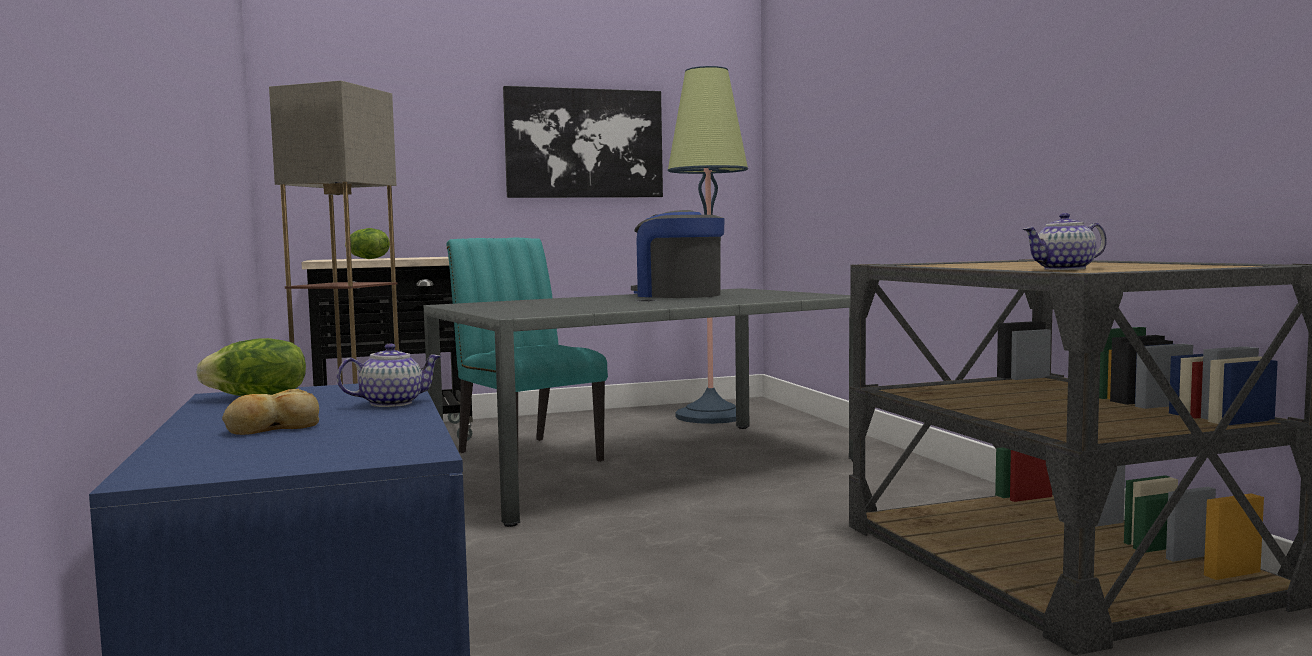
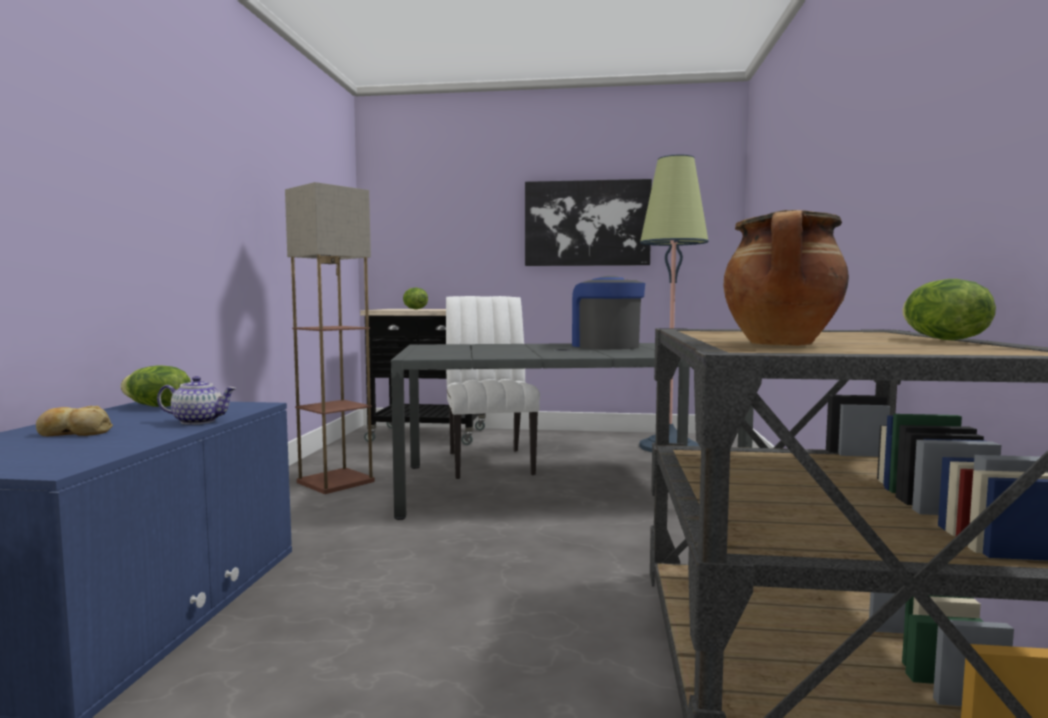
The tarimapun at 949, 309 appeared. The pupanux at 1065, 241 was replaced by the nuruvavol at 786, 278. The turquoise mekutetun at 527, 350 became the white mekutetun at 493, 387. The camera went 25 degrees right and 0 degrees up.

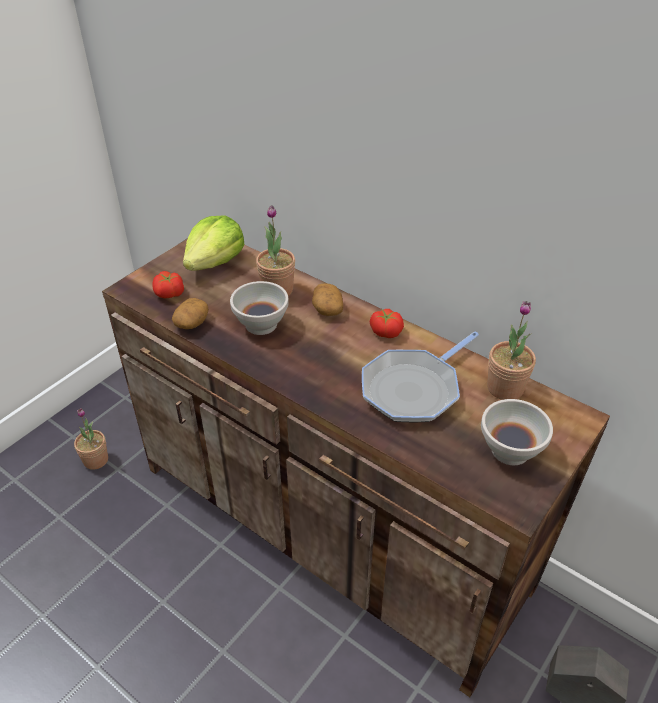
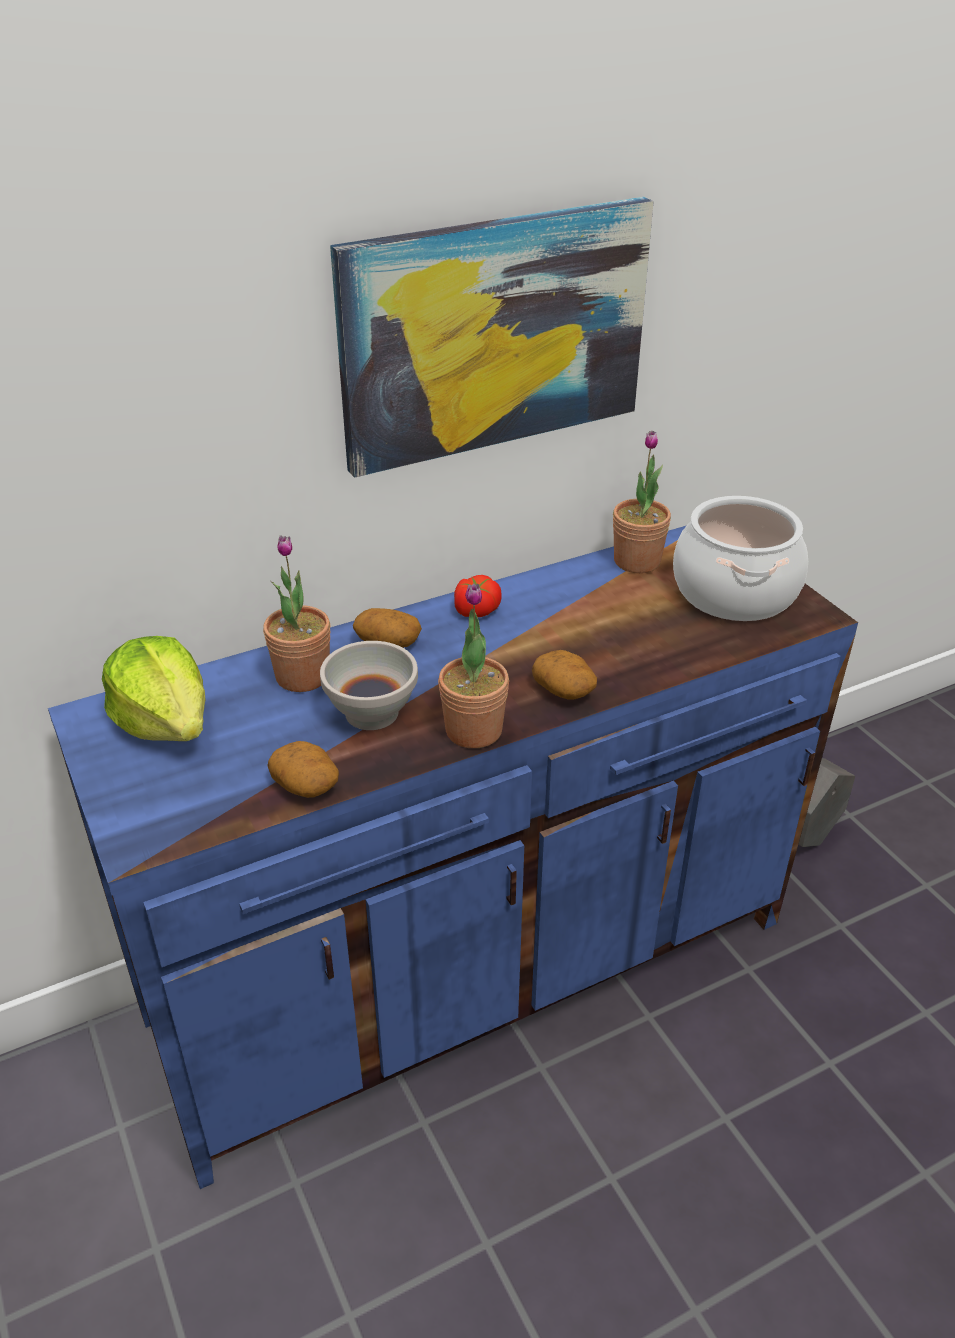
The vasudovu at 168, 284 disappeared. The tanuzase at 420, 377 disappeared. The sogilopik at 491, 337 appeared. The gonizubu at 564, 675 appeared. The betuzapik moved from 91, 439 to 473, 666. The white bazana at 517, 432 was replaced by the nuruvavol at 740, 558. The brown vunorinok at 356, 467 became the blue vunorinok at 453, 857. The camera went 65 degrees left and 5 degrees down.

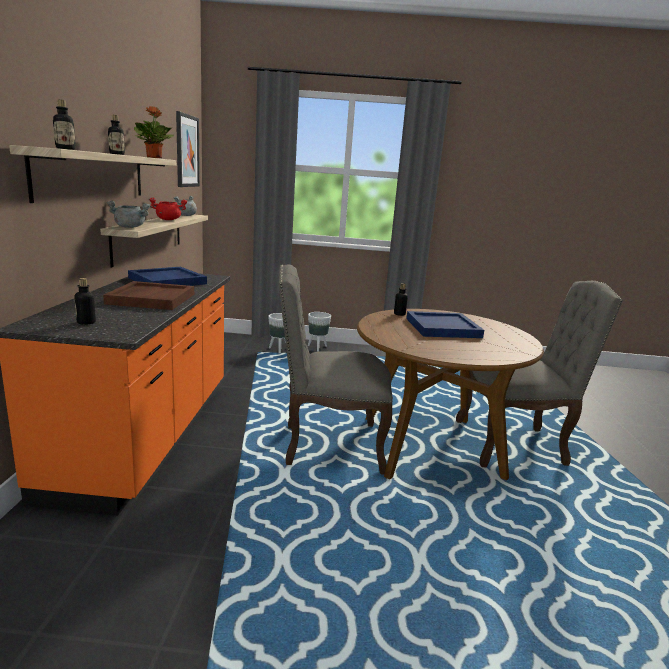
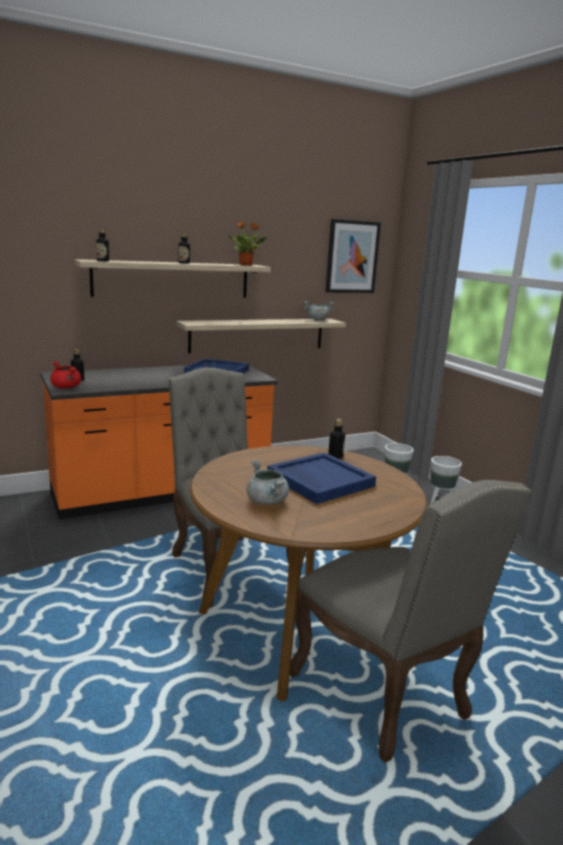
The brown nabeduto at 148, 295 disappeared. The grey nuruvavol moved from 129, 214 to 268, 482. The red nuruvavol moved from 168, 208 to 65, 375. The camera went 60 degrees right and 0 degrees up.

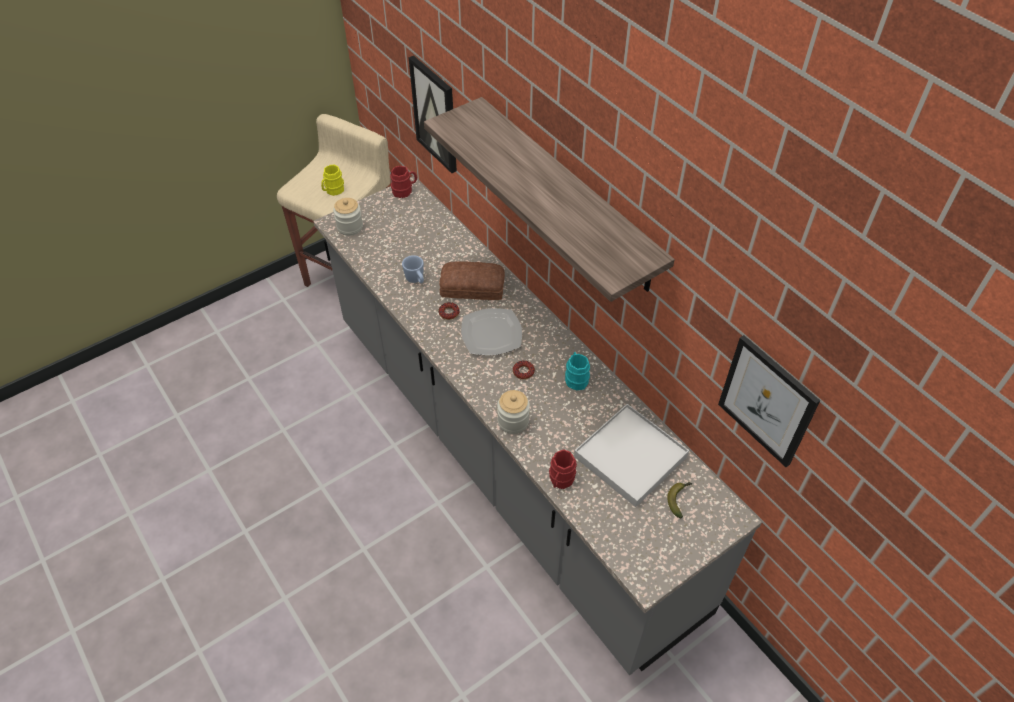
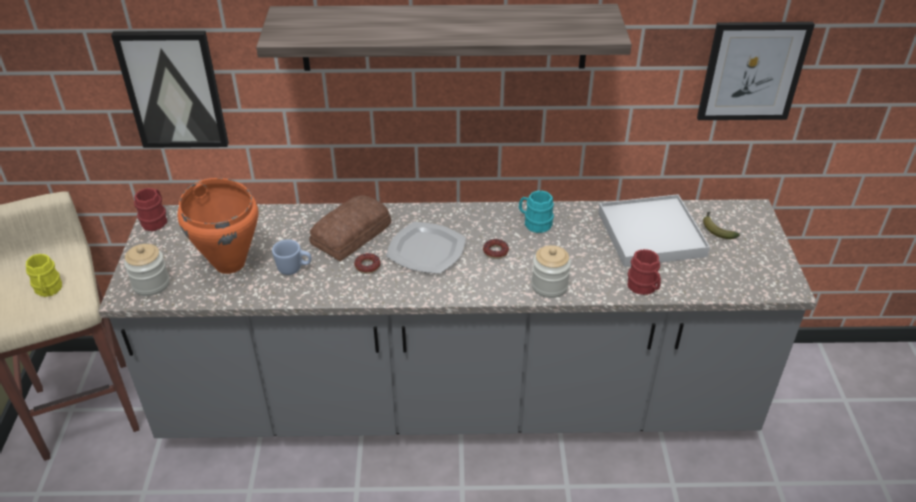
The orange nuruvavol at 218, 226 appeared. The camera went 55 degrees left and 10 degrees down.

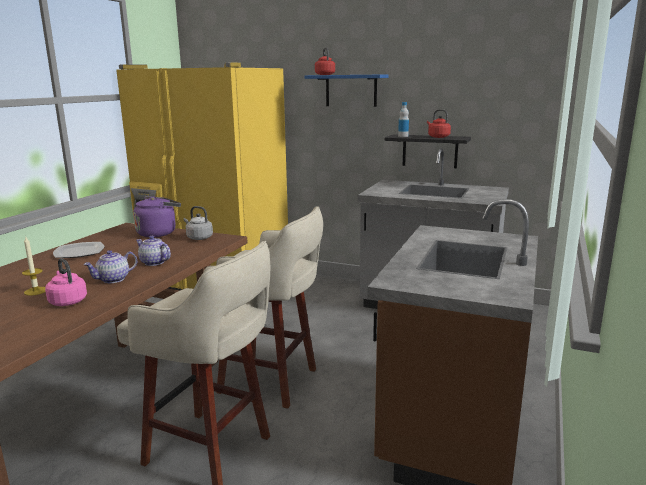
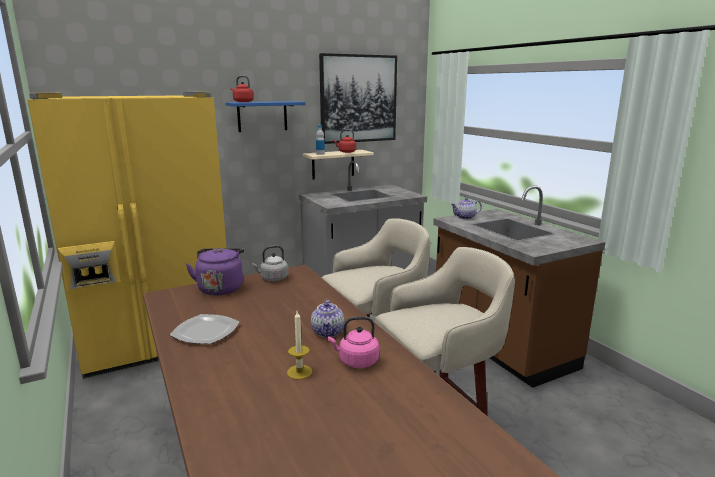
The sogilopik at 358, 98 appeared. The pupanux moved from 153, 251 to 466, 208. The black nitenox at 428, 151 became the beige nitenox at 338, 164. The camera went 50 degrees left and 0 degrees up.

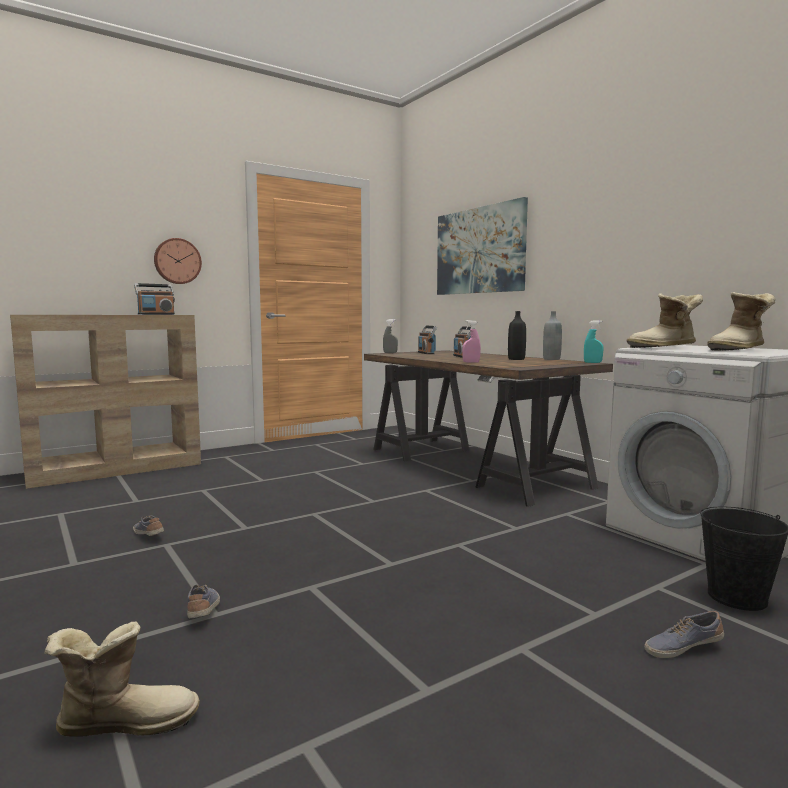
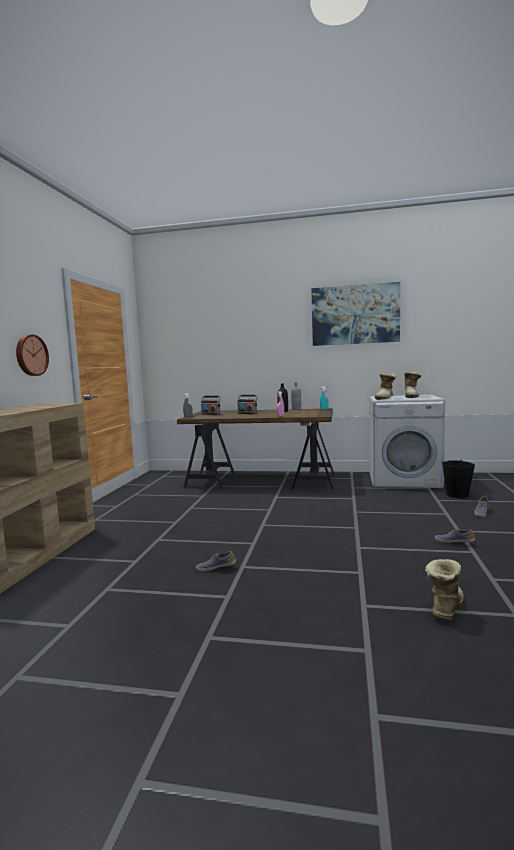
The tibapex at 154, 299 disappeared. The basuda moved from 203, 601 to 454, 536. The sogilopik moved from 482, 246 to 355, 314. The camera went 45 degrees left and 0 degrees up.

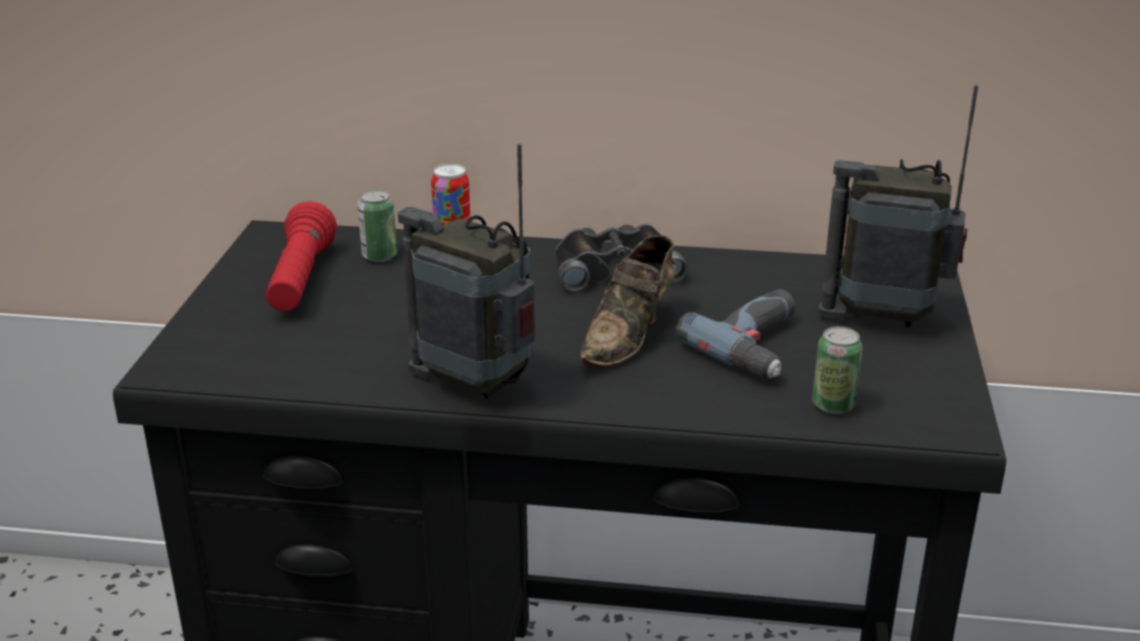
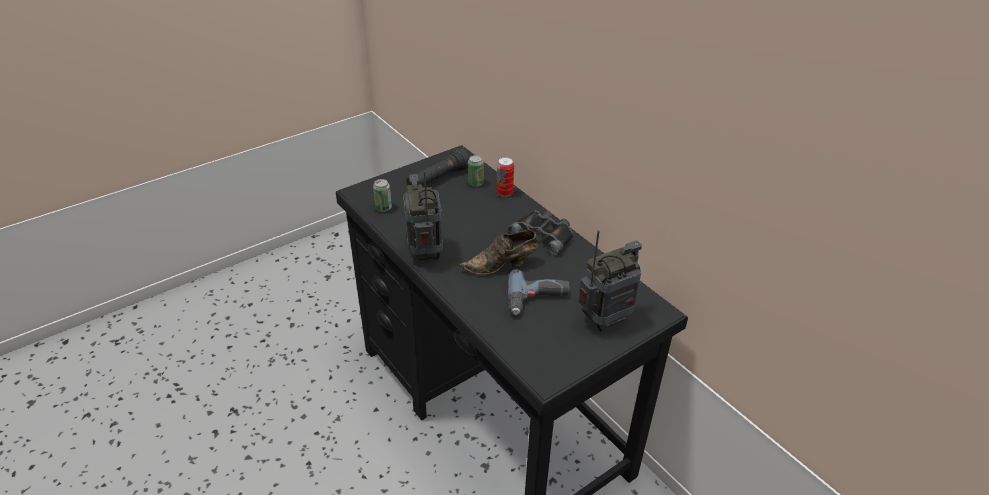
The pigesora moved from 837, 370 to 382, 195. The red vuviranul at 301, 256 became the black vuviranul at 437, 167. The tibapex at 898, 206 turned 90 degrees clockwise. The camera went 45 degrees right and 10 degrees up.

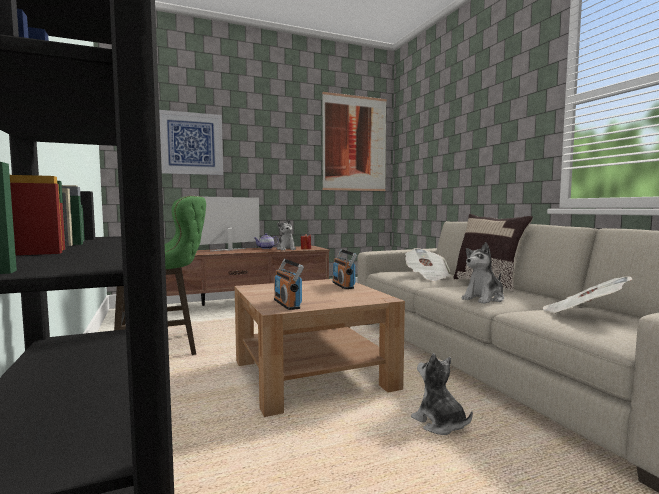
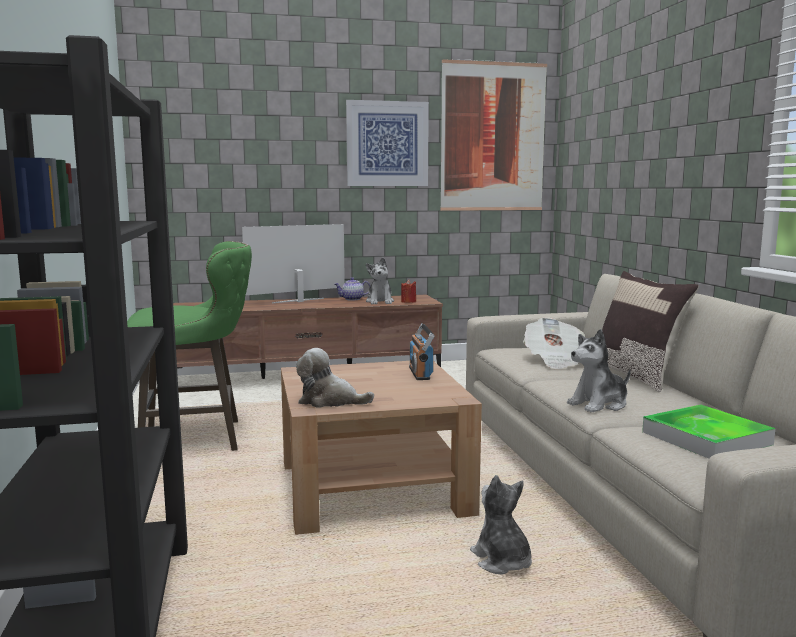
The sogilopik moved from 191, 142 to 387, 143. The tibapex at 289, 284 was replaced by the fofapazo at 335, 378. The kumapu at 587, 294 was replaced by the nabeduto at 708, 431. The camera went 10 degrees right and 5 degrees up.

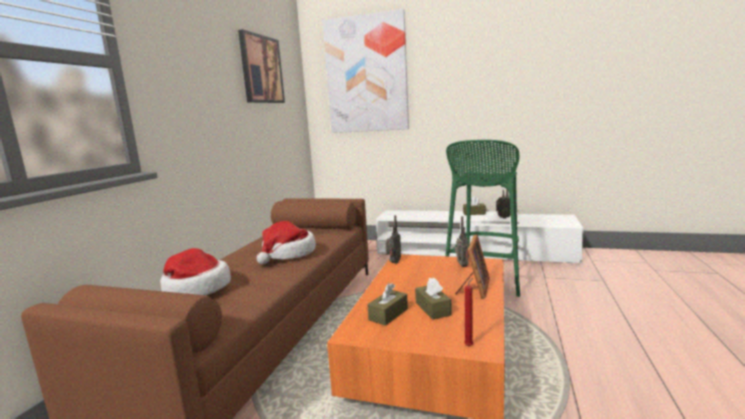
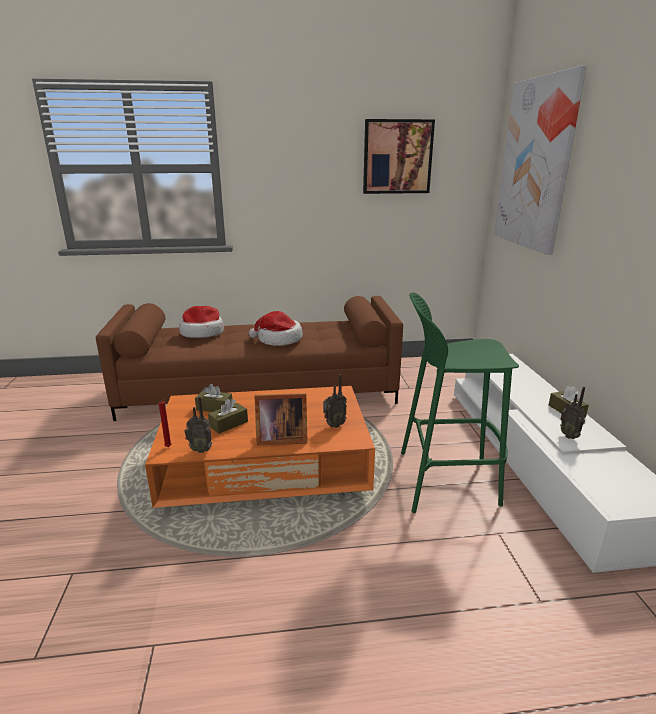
The tibapex moved from 393, 239 to 198, 425. The camera went 65 degrees right and 10 degrees up.

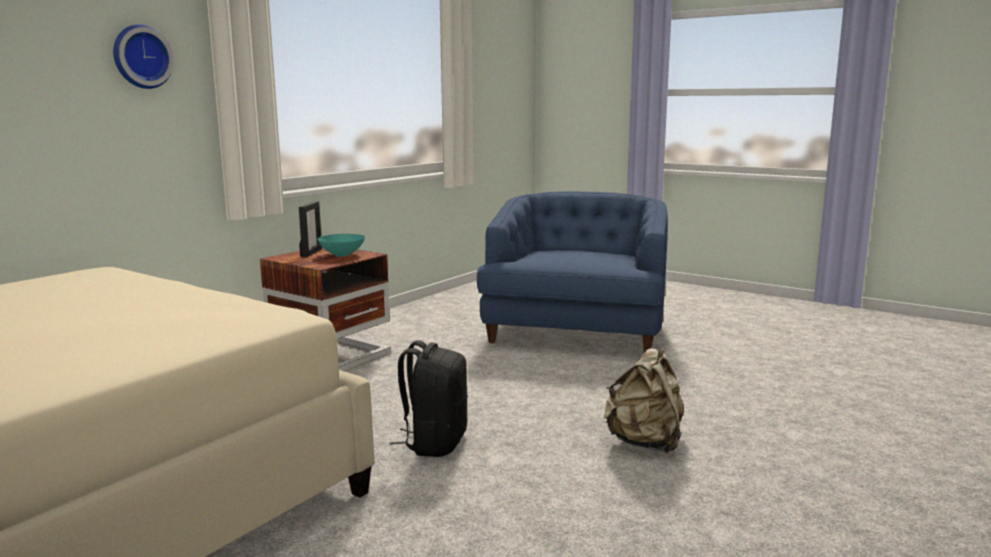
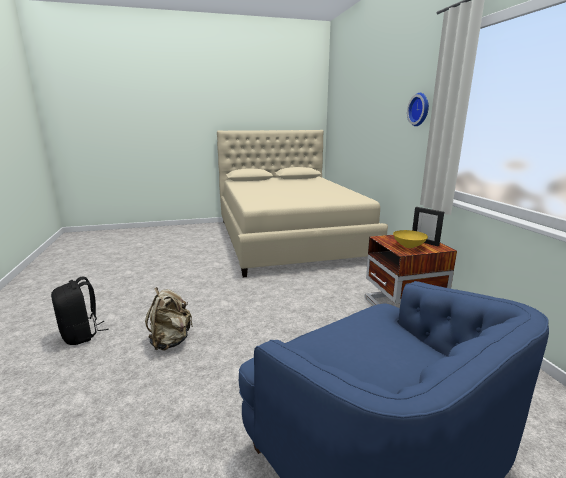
The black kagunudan moved from 428, 399 to 80, 311. The turquoise bazana at 341, 245 became the yellow bazana at 410, 239. The camera went 130 degrees right and 5 degrees up.

